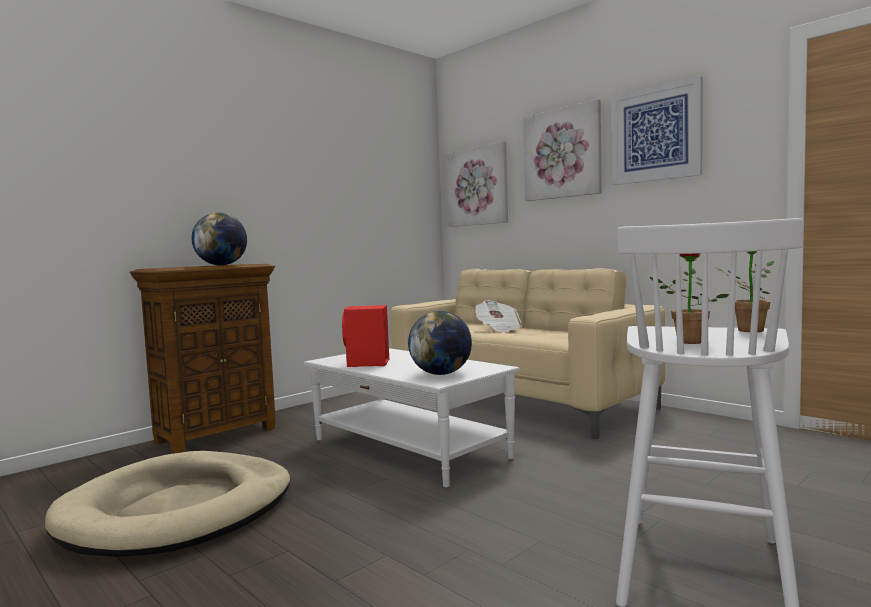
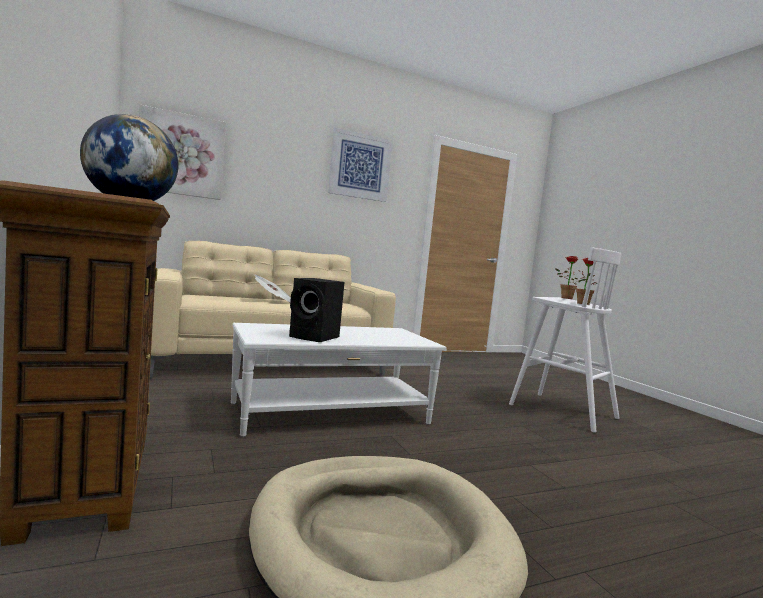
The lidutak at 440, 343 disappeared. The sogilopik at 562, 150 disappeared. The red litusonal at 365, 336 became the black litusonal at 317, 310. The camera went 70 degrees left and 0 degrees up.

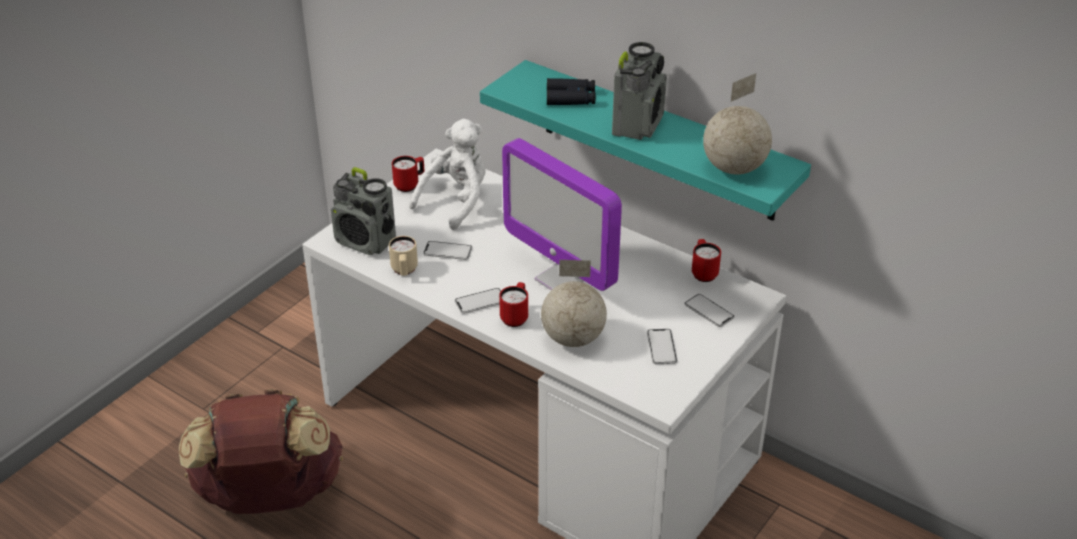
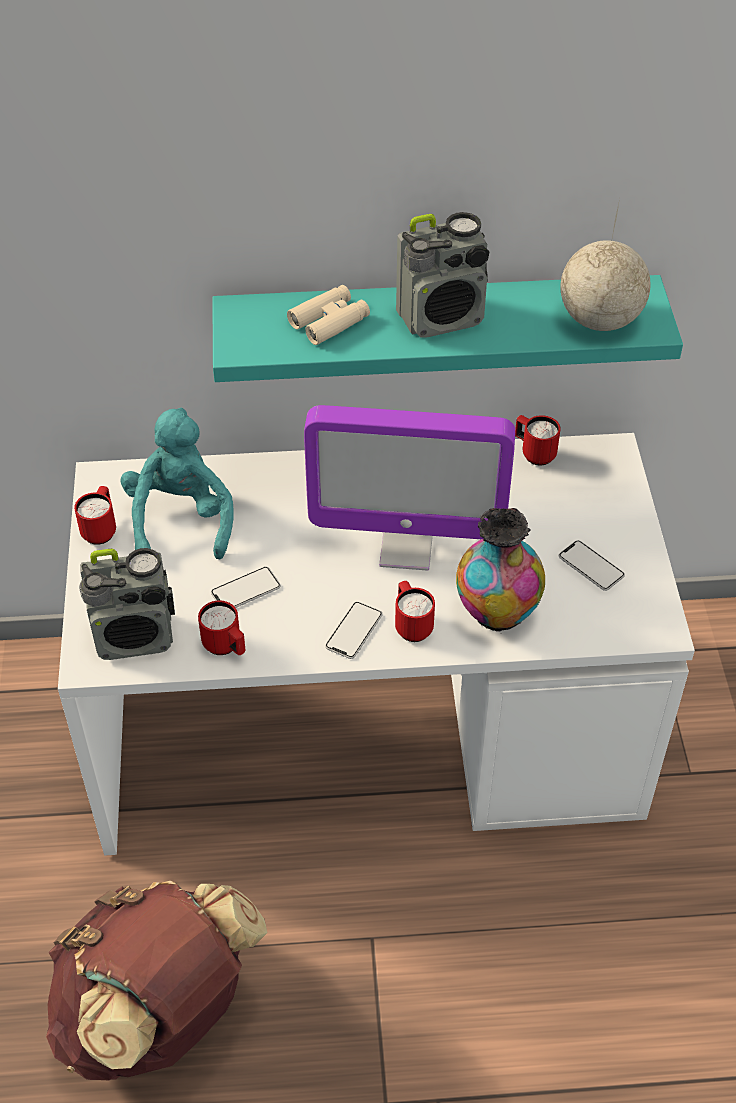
The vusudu at 709, 310 disappeared. The lidutak at 574, 303 was replaced by the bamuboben at 500, 570. The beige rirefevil at 403, 256 became the red rirefevil at 221, 627. The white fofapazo at 447, 174 became the turquoise fofapazo at 177, 483. The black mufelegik at 571, 91 became the beige mufelegik at 328, 315. The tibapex at 639, 91 turned 90 degrees clockwise. The camera went 40 degrees left and 10 degrees up.

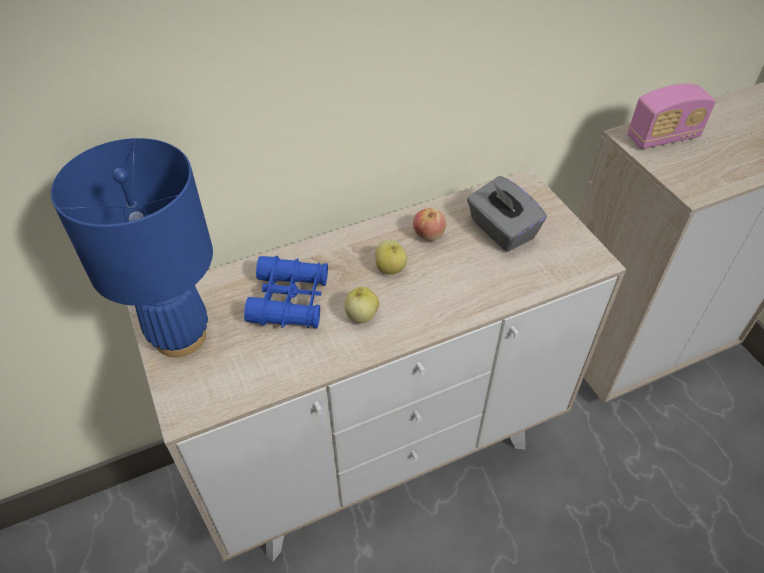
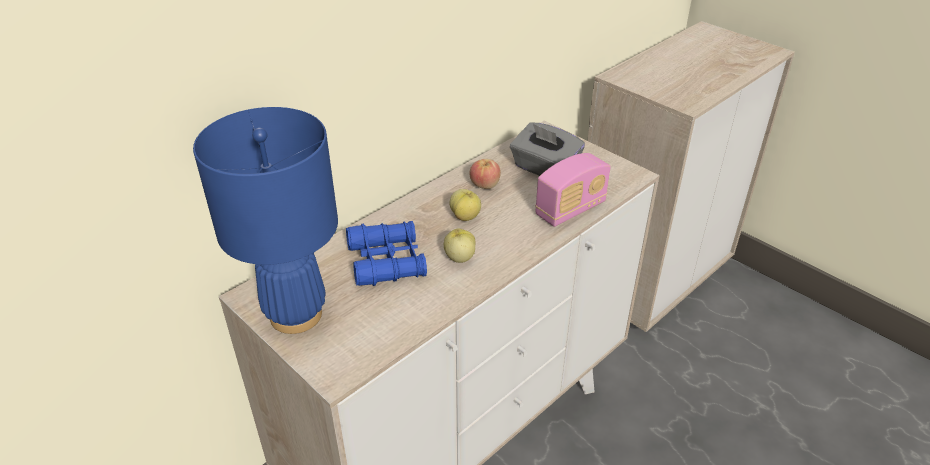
The tibapex moved from 672, 116 to 573, 190. The camera went 20 degrees left and 10 degrees down.

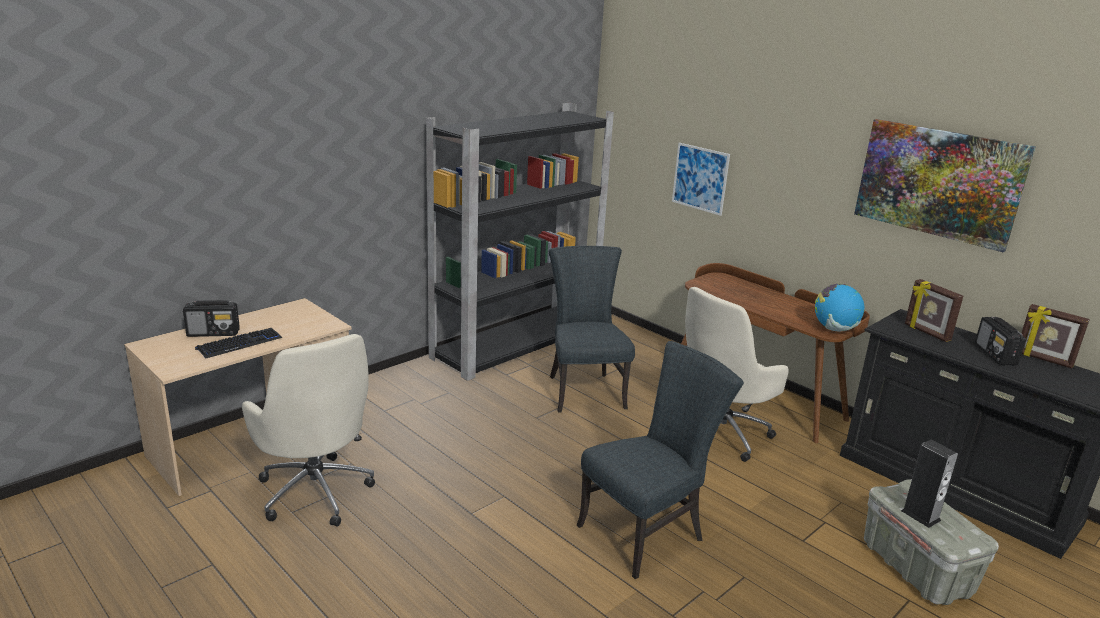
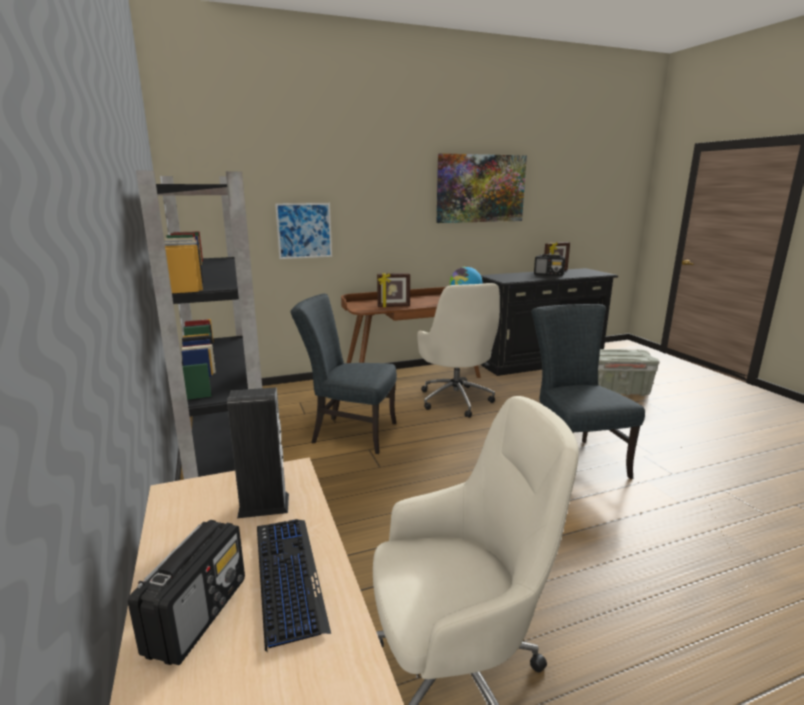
The litusonal moved from 929, 483 to 258, 452. The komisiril moved from 934, 310 to 393, 290. The camera went 65 degrees left and 5 degrees down.

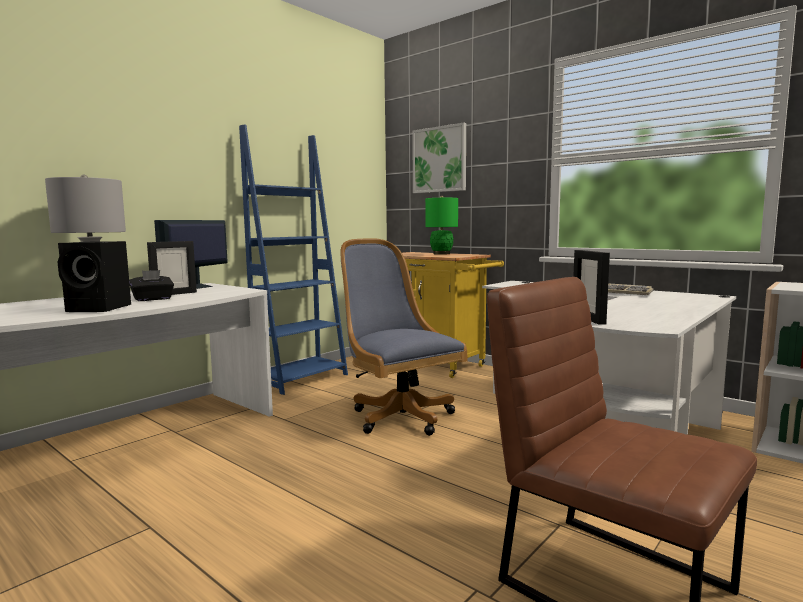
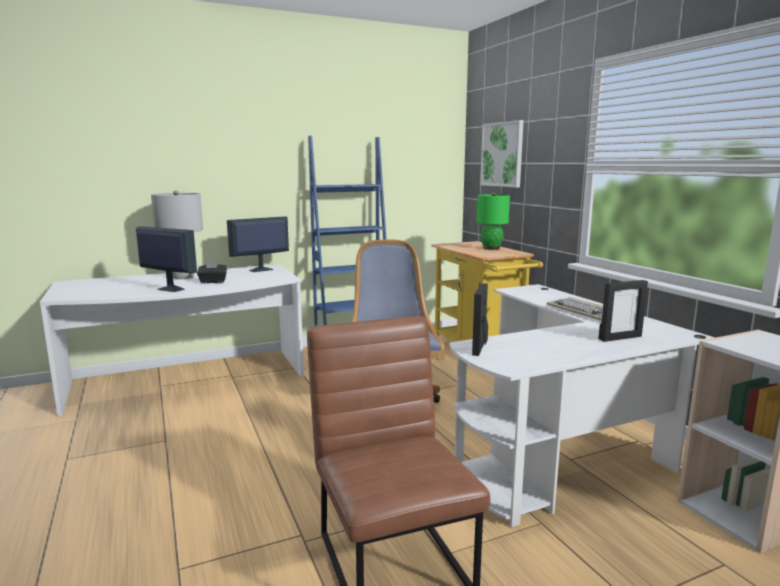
The komisiril moved from 172, 268 to 623, 311. The black litusonal at 94, 276 was replaced by the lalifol at 166, 259. The camera went 25 degrees right and 5 degrees up.

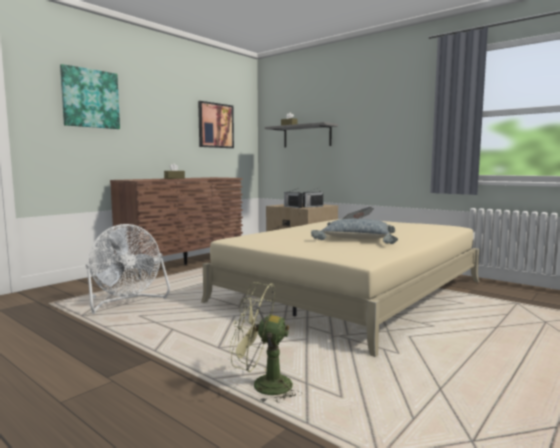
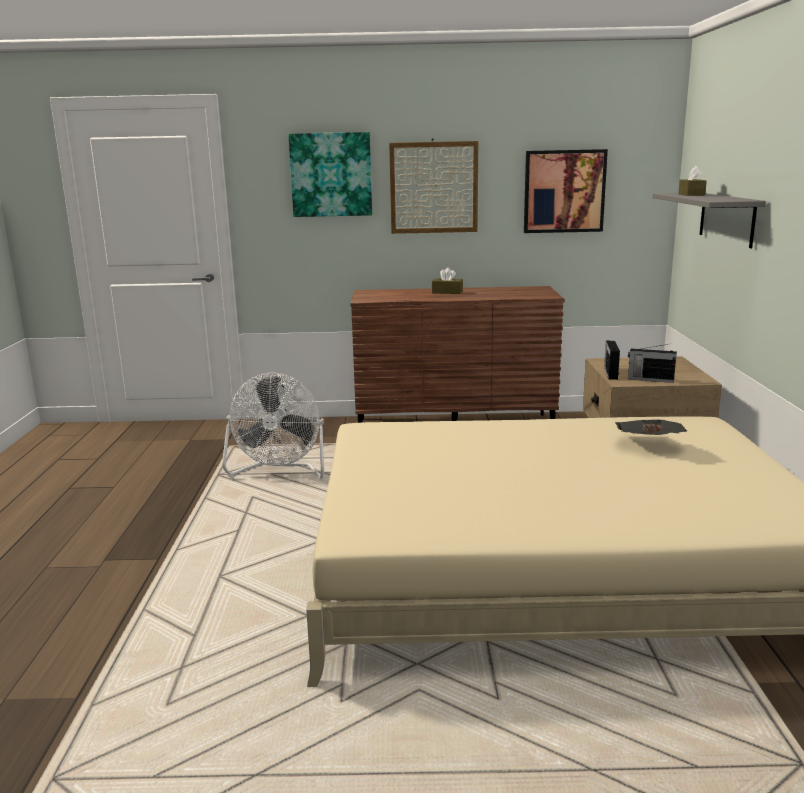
The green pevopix at 265, 342 disappeared. The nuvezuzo at 354, 231 disappeared. The sogilopik at 433, 186 appeared. The camera went 50 degrees right and 10 degrees up.

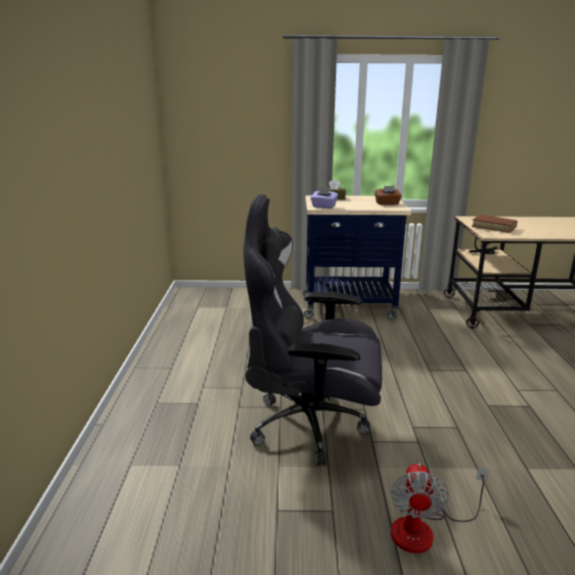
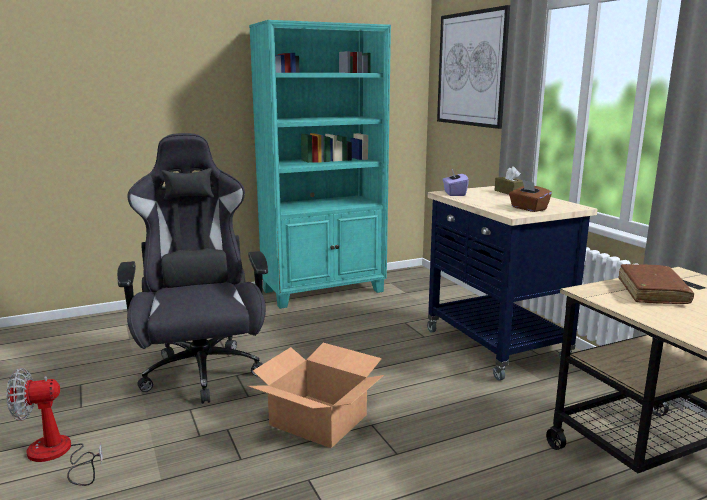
The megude at 316, 395 appeared. The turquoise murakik at 320, 164 appeared. The sogilopik at 473, 67 appeared. The camera went 65 degrees right and 5 degrees down.

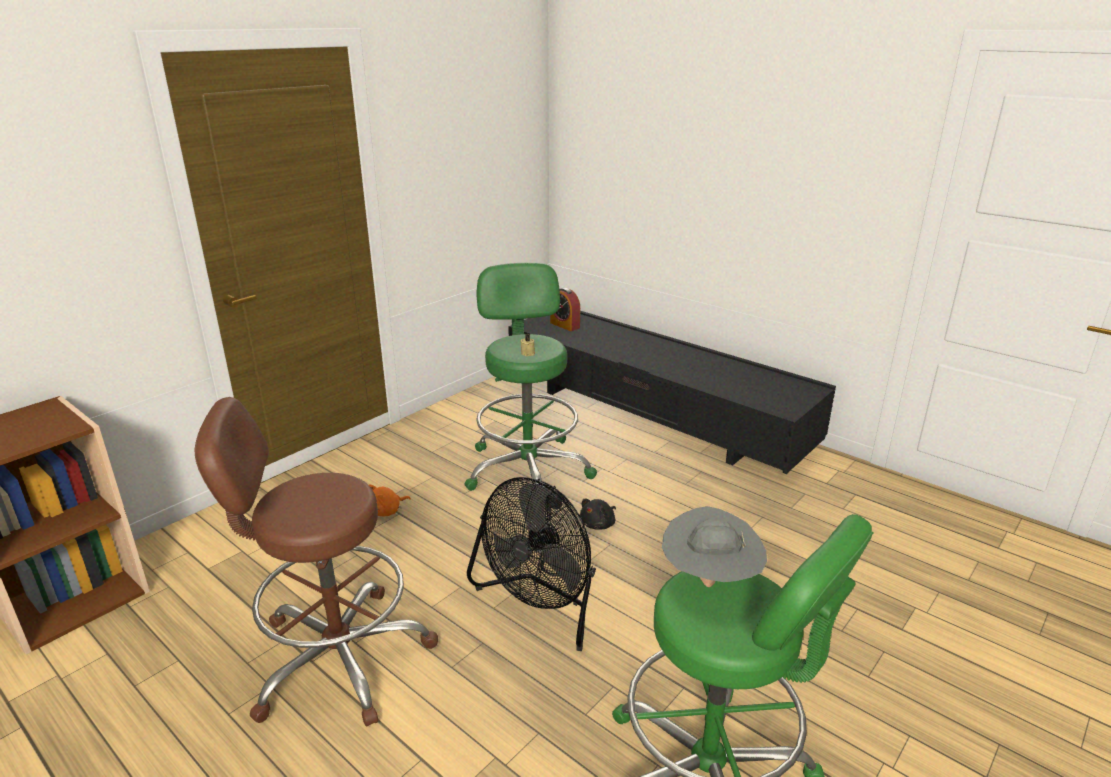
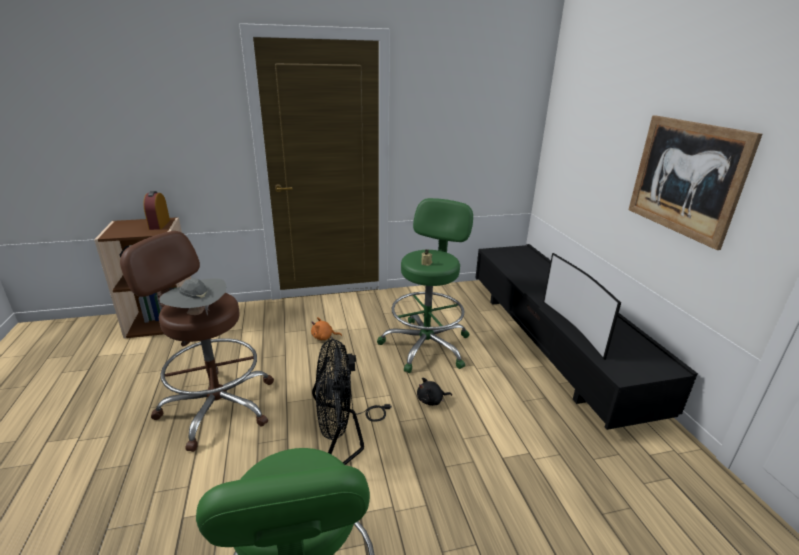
The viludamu at 582, 306 appeared. The sogilopik at 695, 182 appeared. The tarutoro moved from 565, 309 to 156, 210. The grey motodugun moved from 714, 546 to 193, 296. The camera went 35 degrees right and 0 degrees up.

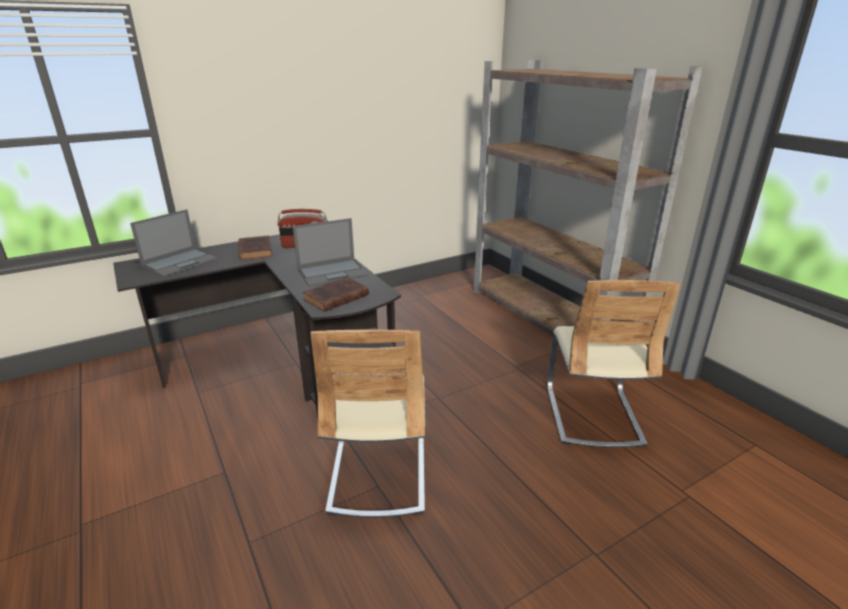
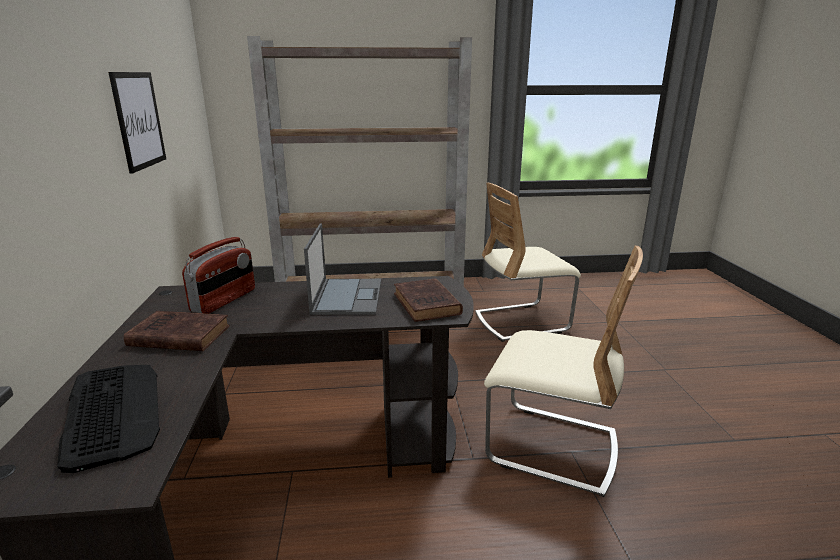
The sogilopik at 137, 123 appeared. The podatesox at 174, 243 was replaced by the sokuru at 108, 419. The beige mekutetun at 614, 363 turned 135 degrees clockwise. The camera went 65 degrees left and 5 degrees down.

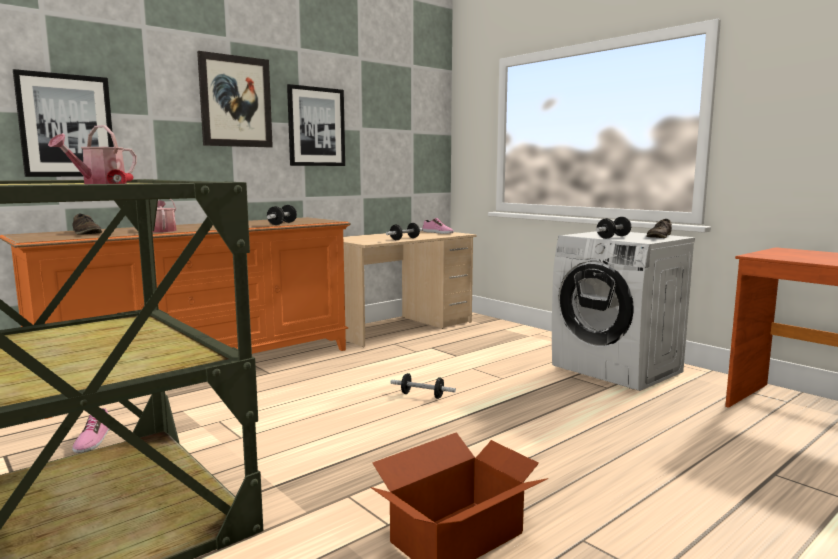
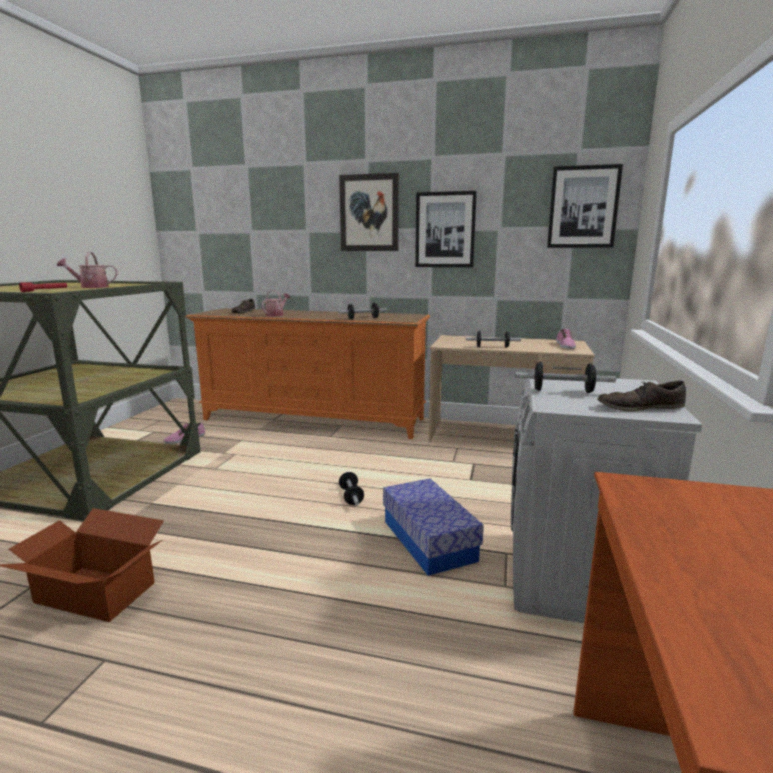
The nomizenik at 433, 527 appeared. The sogilopik moved from 63, 123 to 585, 206. The camera went 55 degrees right and 5 degrees up.

